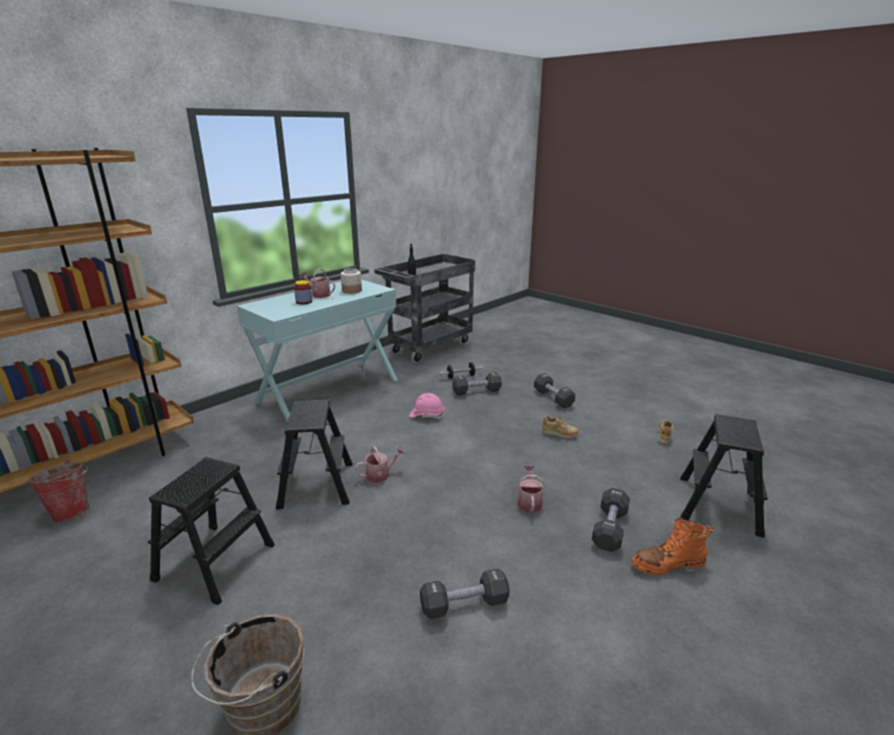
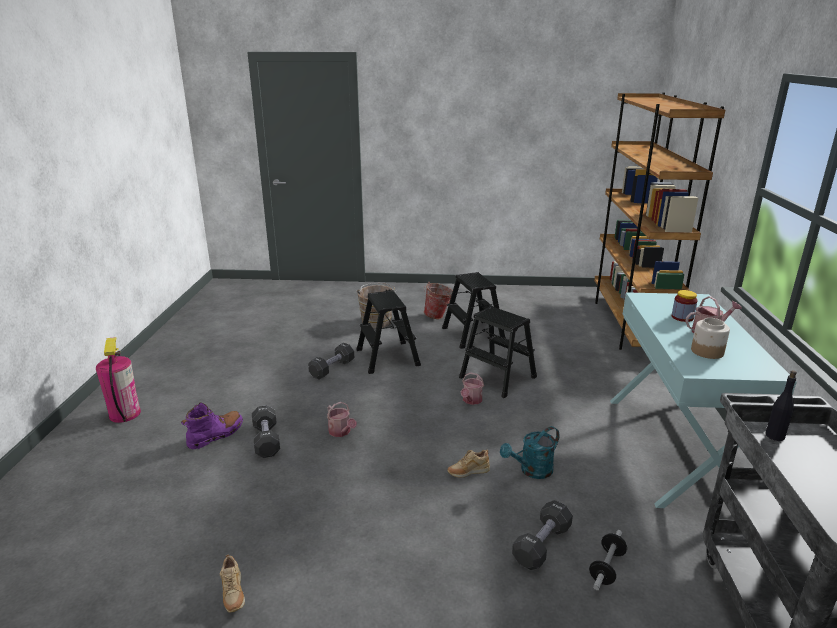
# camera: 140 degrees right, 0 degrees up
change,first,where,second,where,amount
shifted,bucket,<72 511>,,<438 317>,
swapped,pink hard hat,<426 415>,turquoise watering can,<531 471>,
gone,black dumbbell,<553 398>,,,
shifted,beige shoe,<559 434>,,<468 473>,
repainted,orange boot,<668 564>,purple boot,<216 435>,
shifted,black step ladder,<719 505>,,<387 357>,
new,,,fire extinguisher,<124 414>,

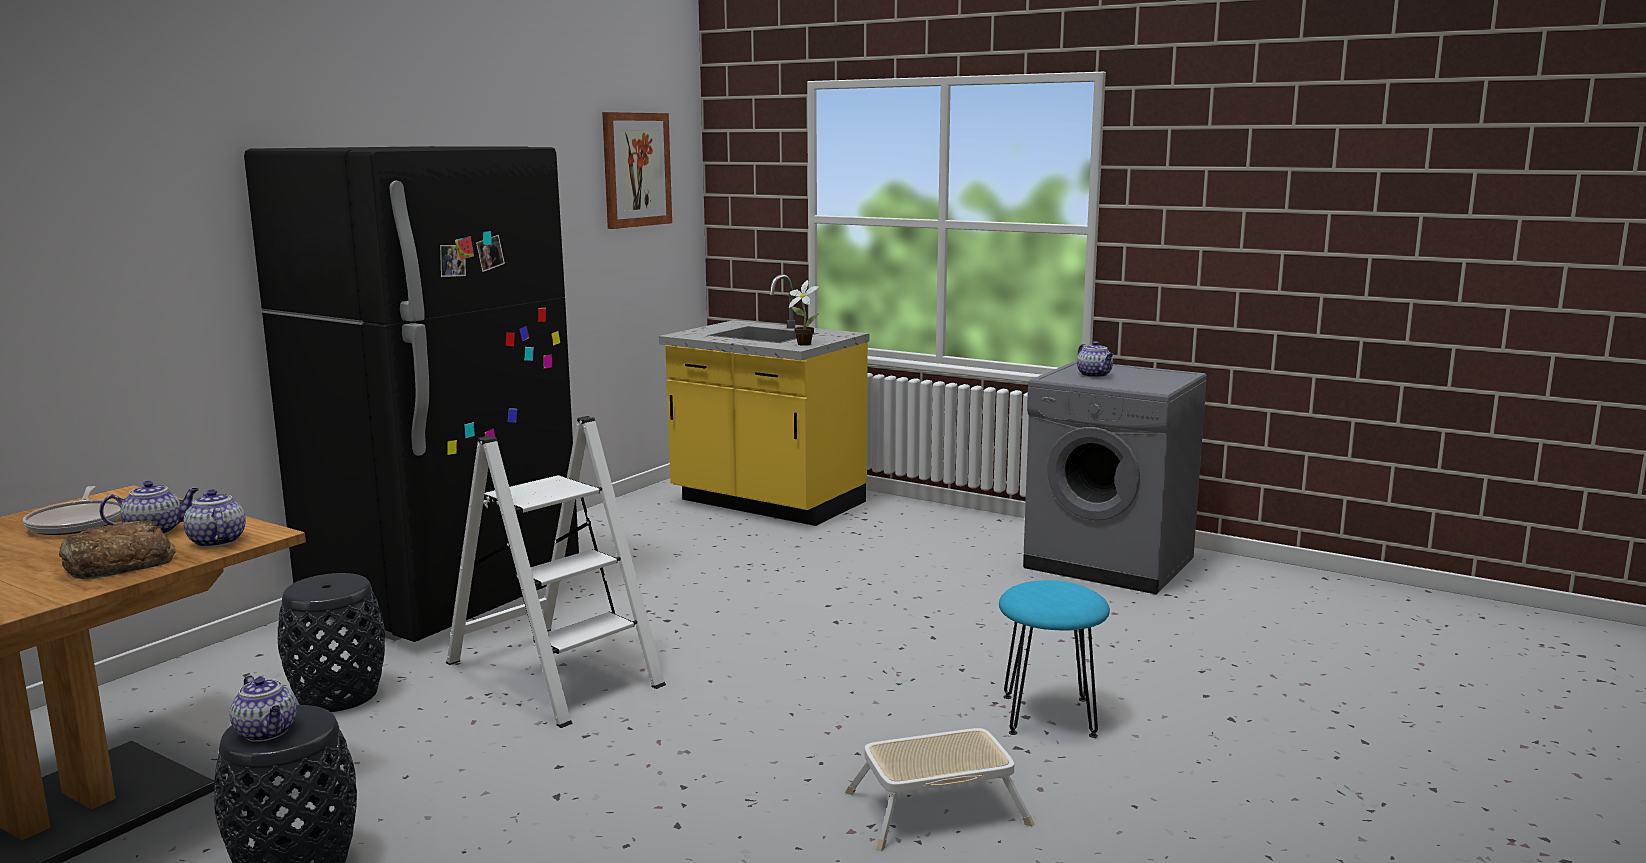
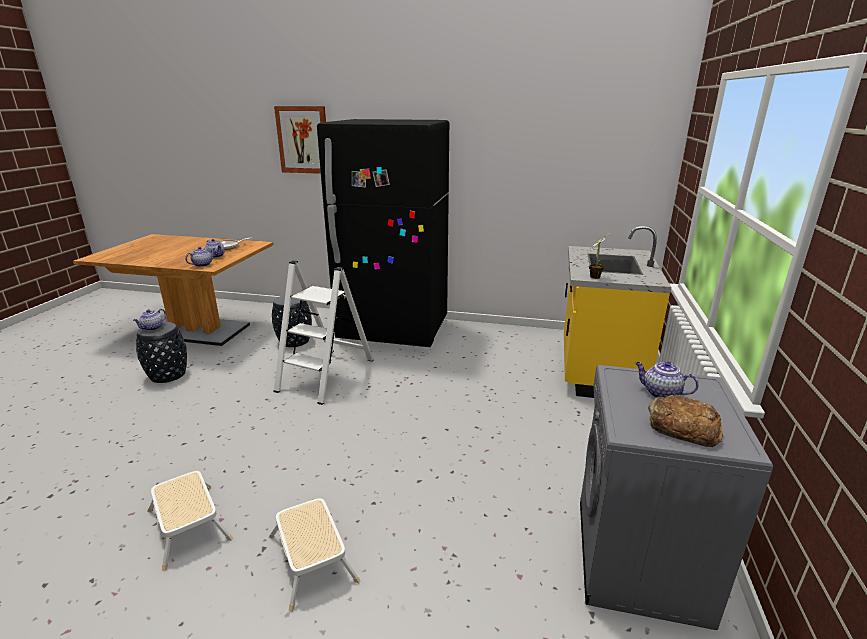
# camera: 70 degrees right, 10 degrees up
change,first,where,second,where,amount
shifted,bread,<117 563>,,<682 426>,
shifted,picture,<636 169>,,<303 140>,
swapped,turquoise stool,<1049 715>,beige step ladder,<311 558>,
rotated,teapot,<1095 375>,,<660 393>,75 degrees clockwise

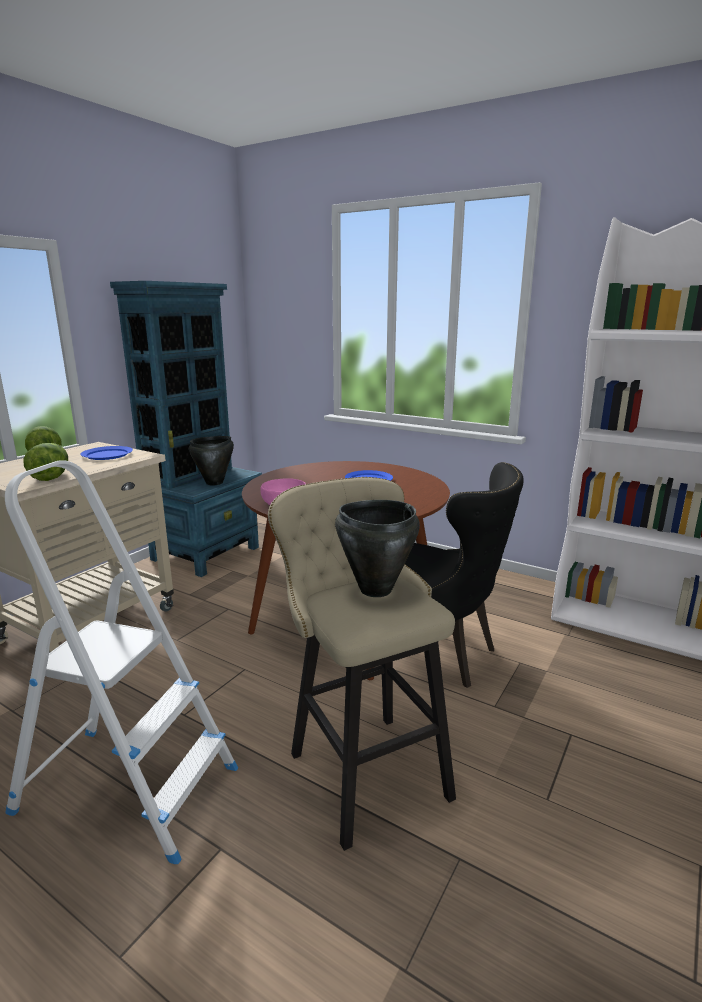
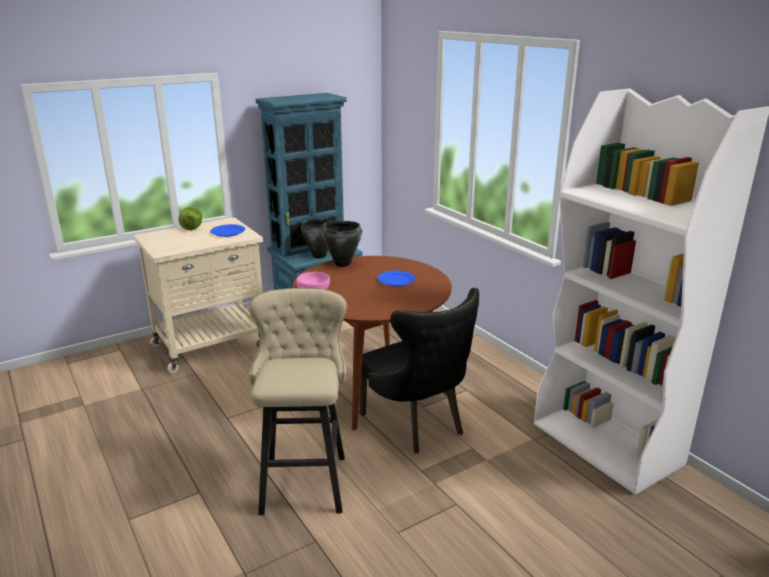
# camera: 25 degrees right, 5 degrees up
change,first,where,second,where,amount
gone,white step ladder,<129 790>,,,
gone,lettuce,<51 476>,,,
shifted,black cooking pot,<375 589>,,<342 264>,

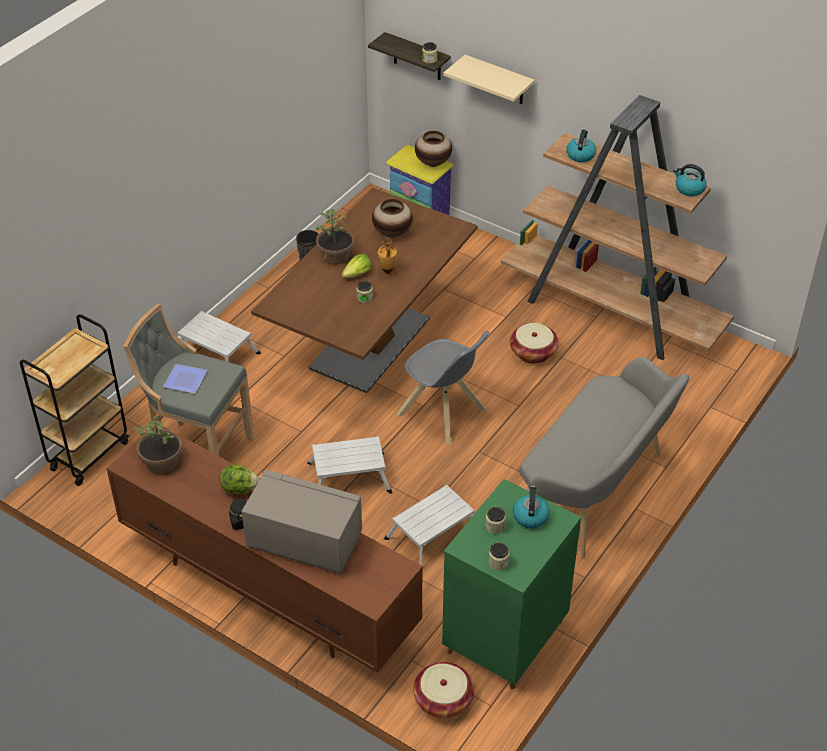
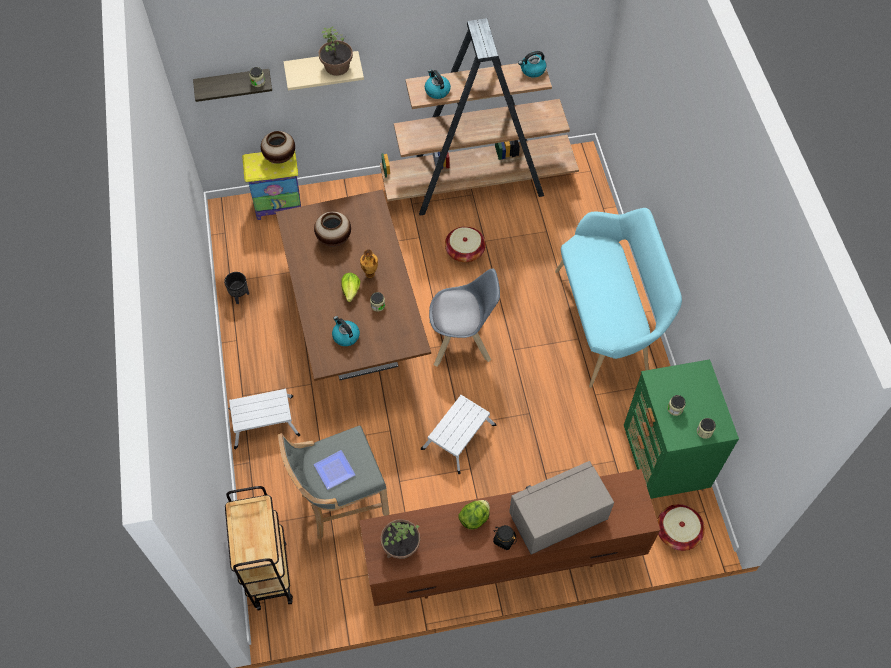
# camera: 45 degrees left, 15 degrees up
change,first,where,second,where,amount
shifted,potted plant,<336 256>,,<337 66>,
gone,white step ladder,<432 536>,,,
shifted,kettle,<530 516>,,<345 336>,
repainted,grey bench,<596 493>,turquoise bench,<607 321>,

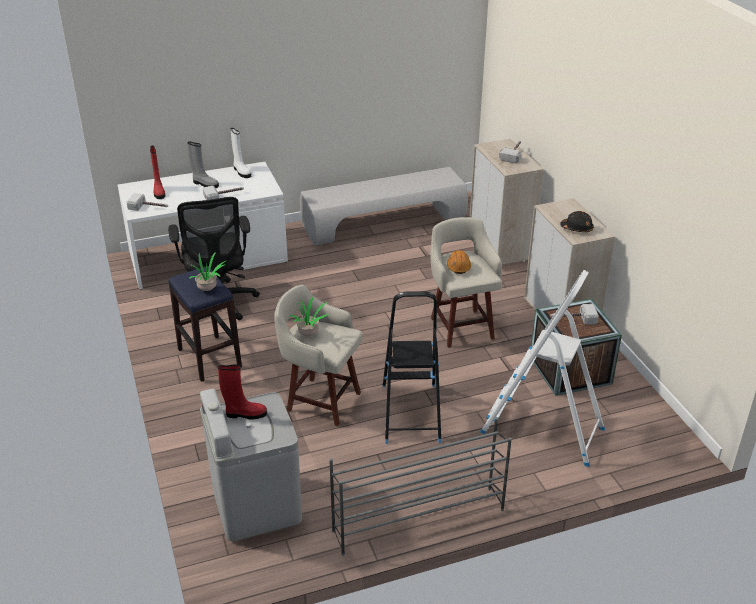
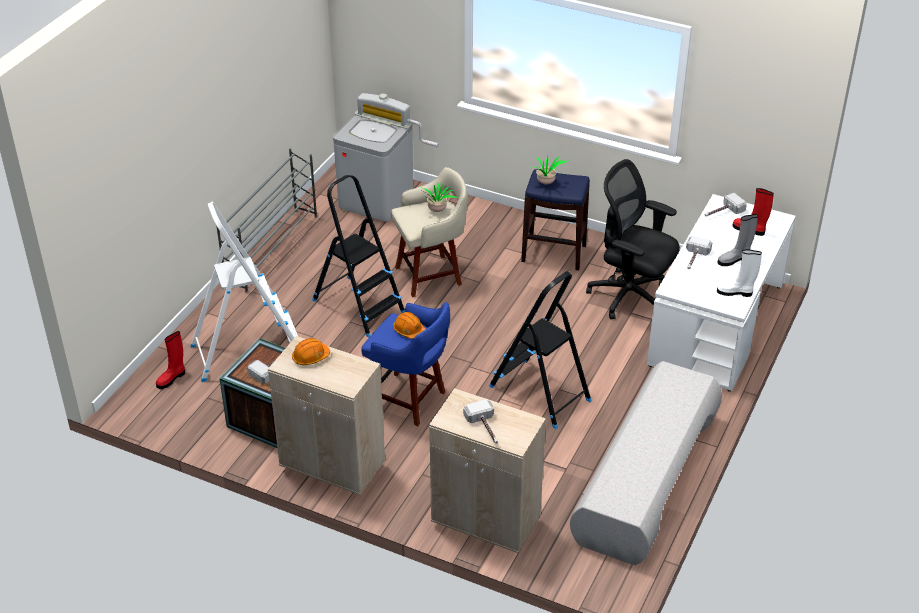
# camera: 135 degrees right, 5 degrees up
change,first,where,second,where,amount
shifted,red boot,<245 414>,,<172 378>,
repainted,beige stool,<461 326>,blue stool,<409 401>,
repainted,black hard hat,<577 228>,orange hard hat,<310 357>,
new,,,black step ladder,<539 392>,

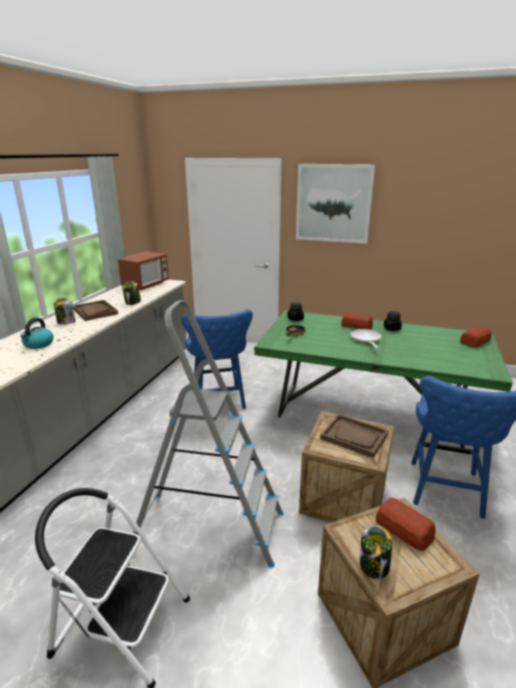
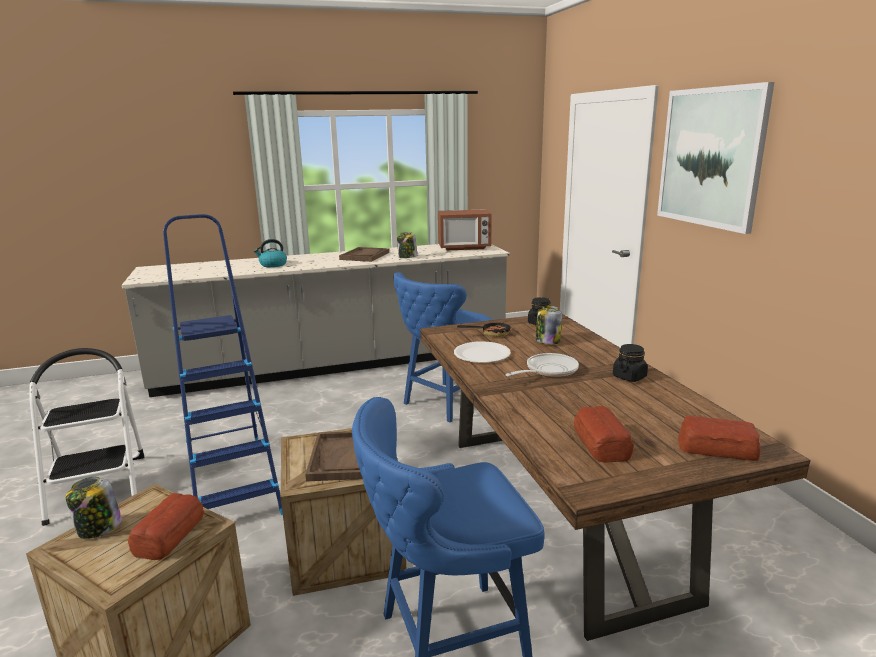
# camera: 55 degrees right, 5 degrees down
change,first,where,second,where,amount
shifted,jar,<66 322>,,<547 341>,
repainted,grey step ladder,<210 527>,blue step ladder,<232 481>,
repainted,green dining table,<367 416>,brown dining table,<556 510>,
shifted,bread,<356 325>,,<602 443>,
new,,,white plate,<482 354>,

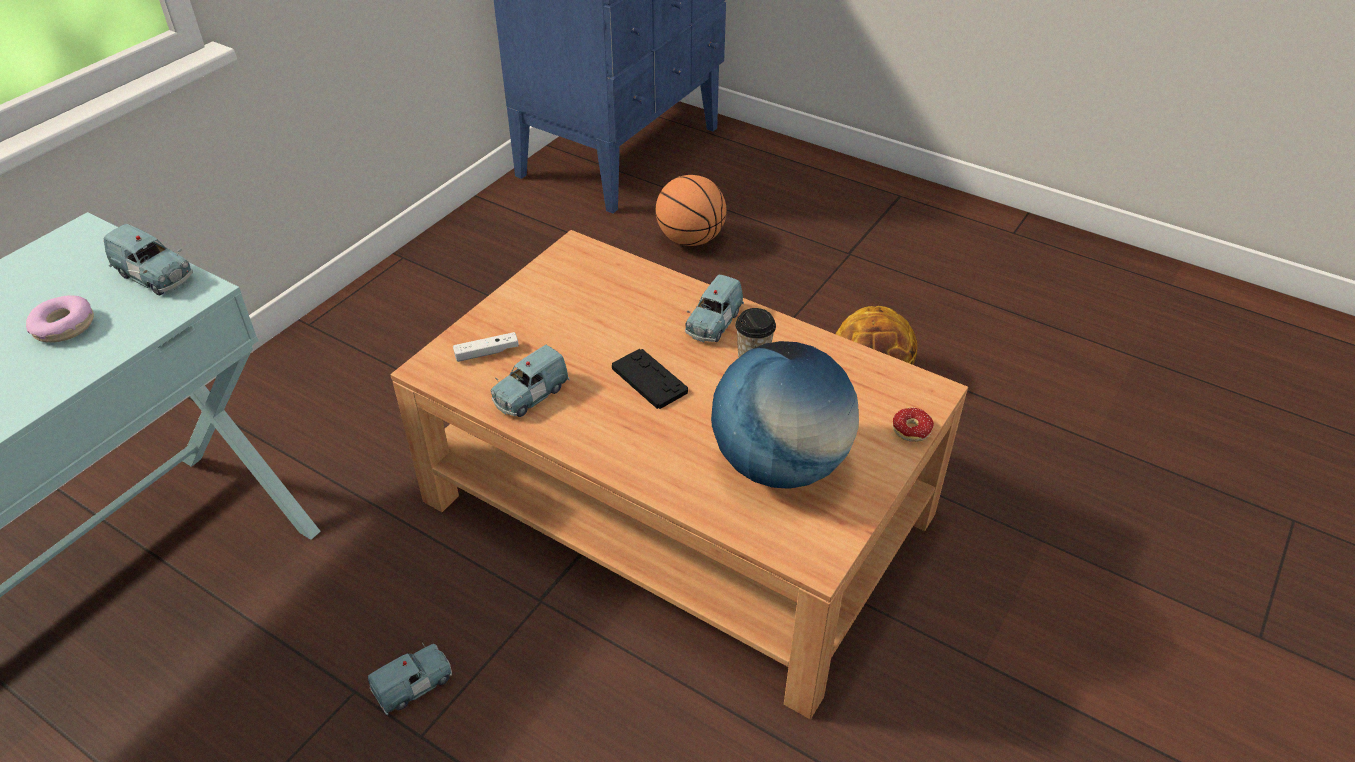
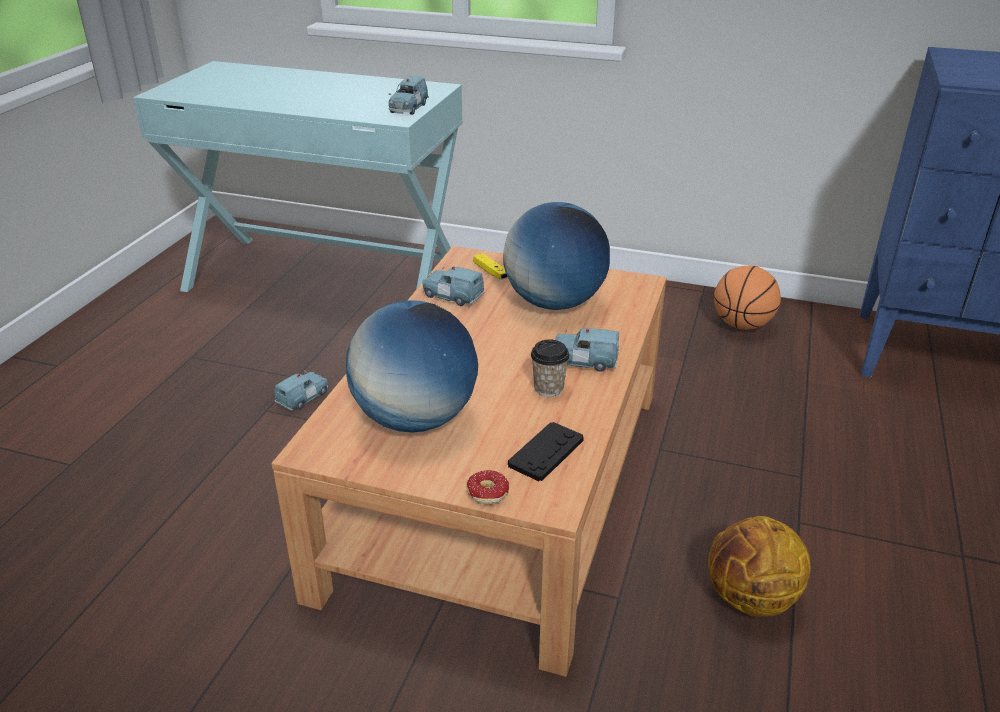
# camera: 75 degrees right, 10 degrees down
change,first,where,second,where,amount
gone,donut,<64 327>,,,
rotated,blue toy car,<414 685>,,<303 398>,90 degrees counterclockwise
repainted,white game controller,<487 352>,yellow game controller,<491 272>,
shifted,black game controller,<649 380>,,<546 452>,
shifted,basketball,<690 239>,,<742 325>,
new,,,globe,<554 302>,

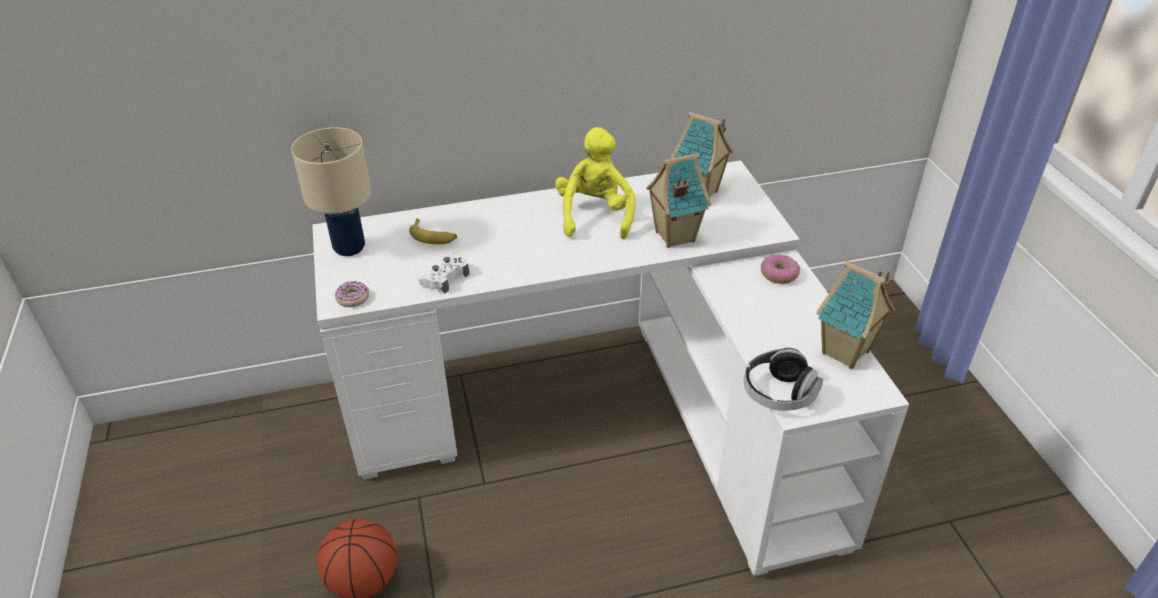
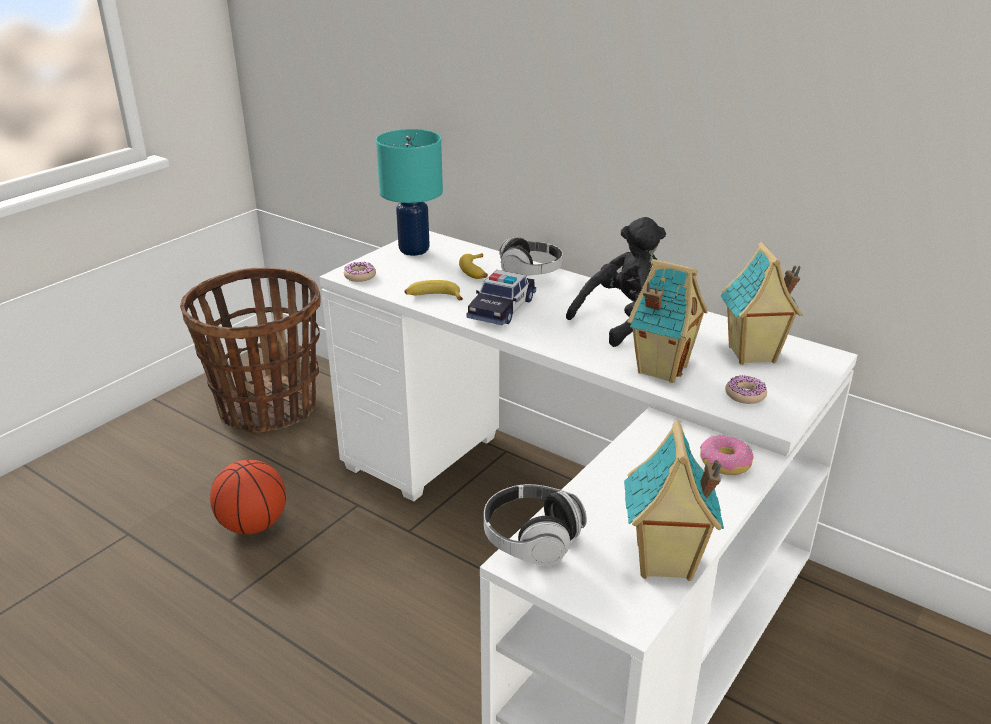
# camera: 50 degrees right, 10 degrees down
change,first,where,second,where,amount
repainted,beige table lamp,<347 248>,turquoise table lamp,<412 250>,
swapped,white game controller,<445 278>,banana,<433 297>,
repainted,yellow plush toy,<595 215>,black plush toy,<622 320>,
new,,,basket,<268 408>,
new,,,toy car,<502 308>,
new,,,headphones,<530 272>,
new,,,donut,<745 395>,

